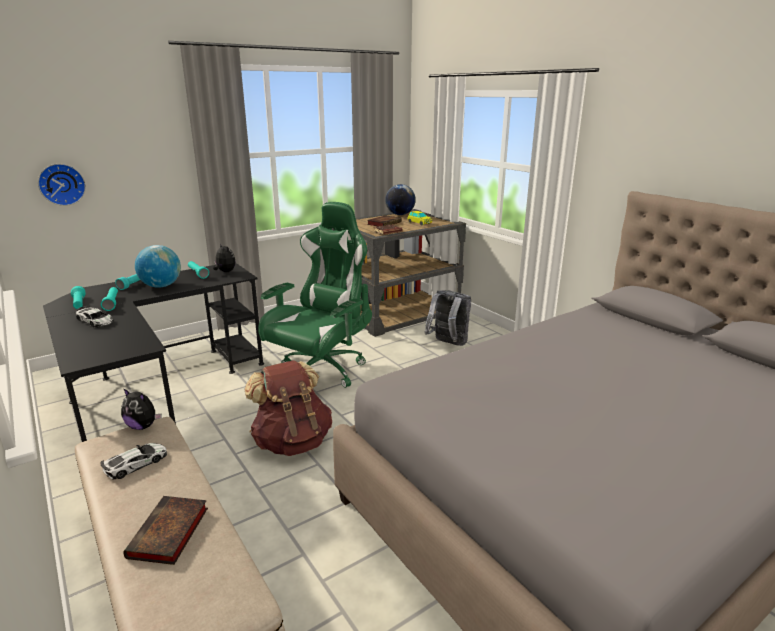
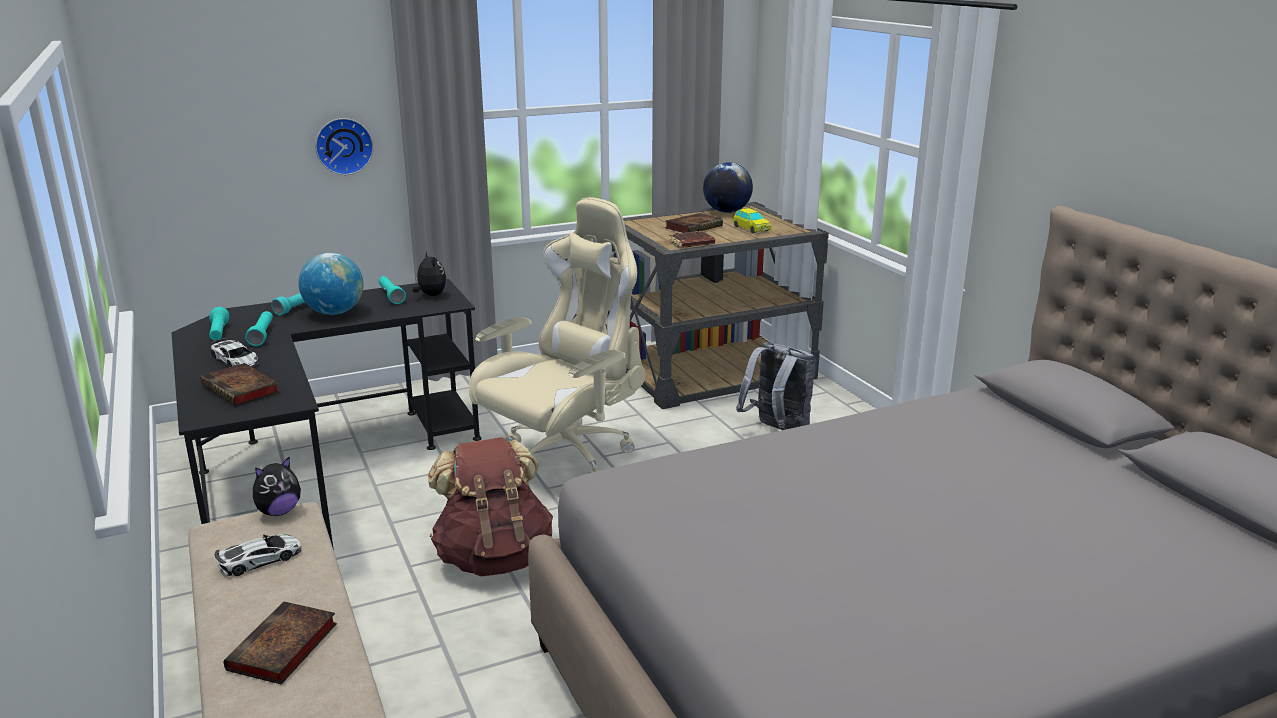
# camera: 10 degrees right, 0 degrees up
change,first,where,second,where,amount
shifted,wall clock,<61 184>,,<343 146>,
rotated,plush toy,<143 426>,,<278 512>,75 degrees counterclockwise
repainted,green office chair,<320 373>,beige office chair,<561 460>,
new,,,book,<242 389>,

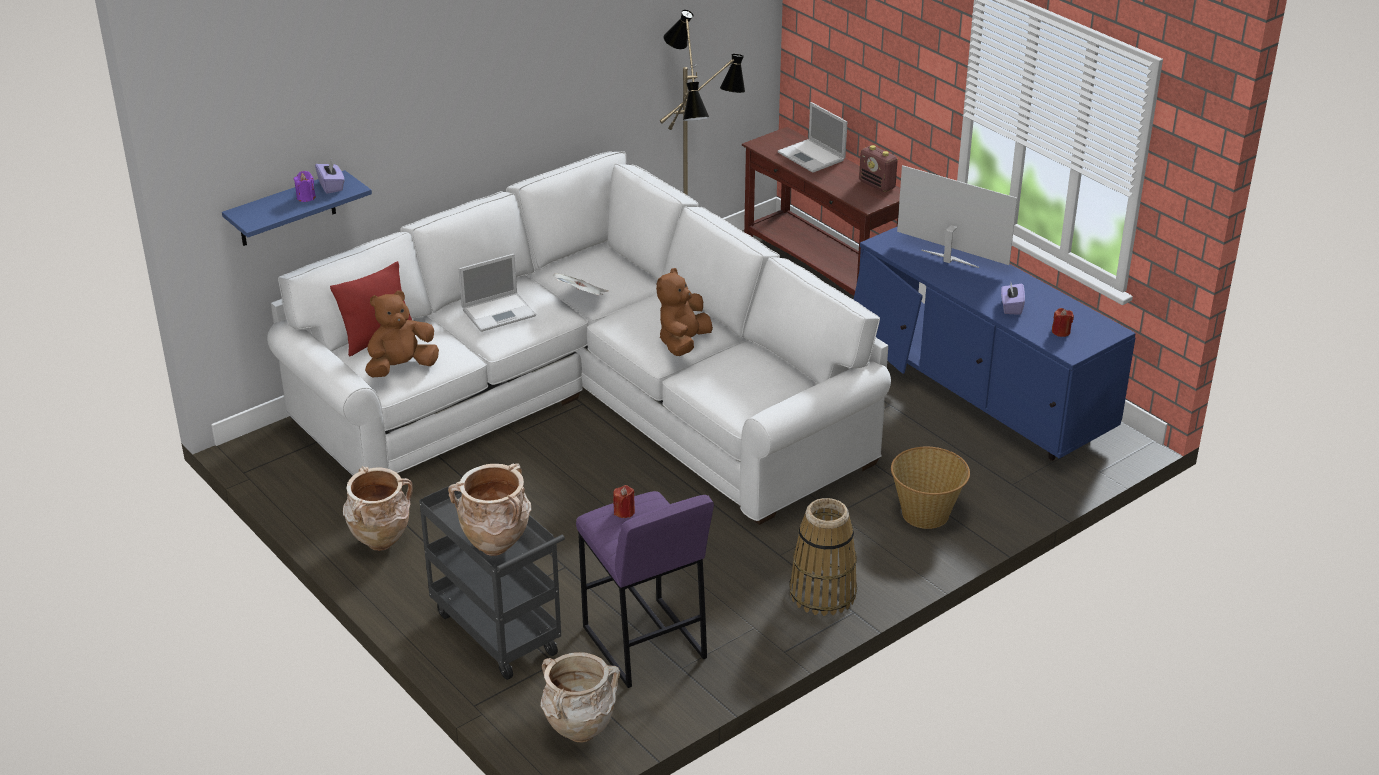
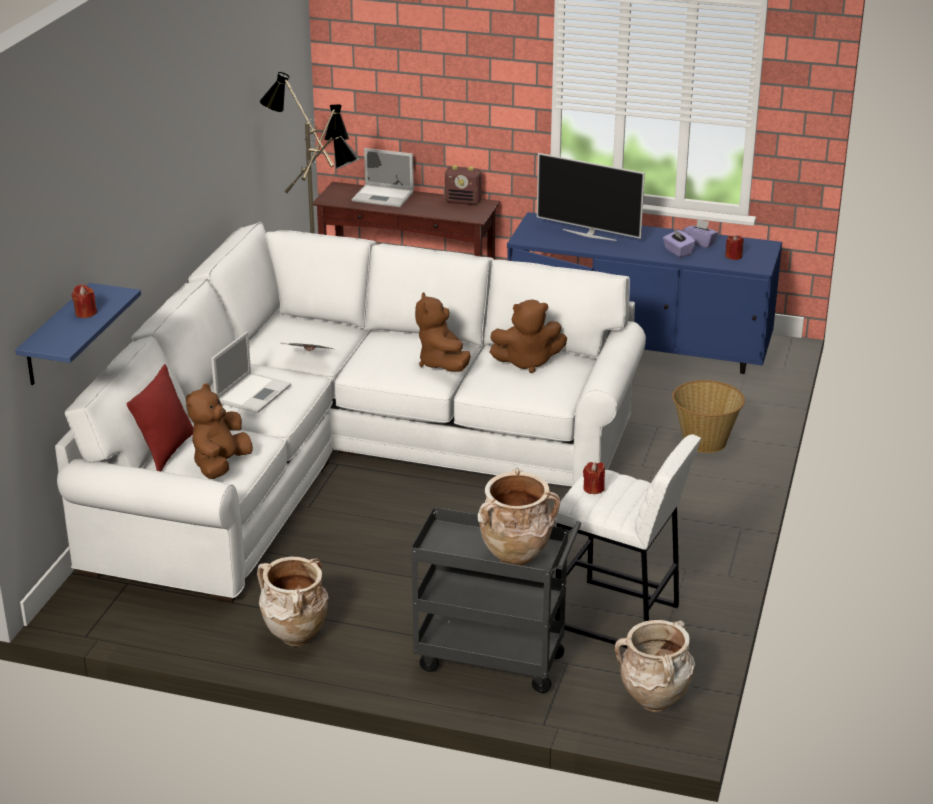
# camera: 35 degrees left, 5 degrees down
change,first,where,second,where,amount
repainted,purple candle,<306 197>,red candle,<85 313>,
shifted,purple tissue box,<331 186>,,<700 243>,
repainted,purple stool,<645 644>,white stool,<620 617>,
gone,basket,<822 593>,,,
rotated,television,<949 259>,,<589 234>,150 degrees counterclockwise
new,,,brown plush toy,<527 362>,

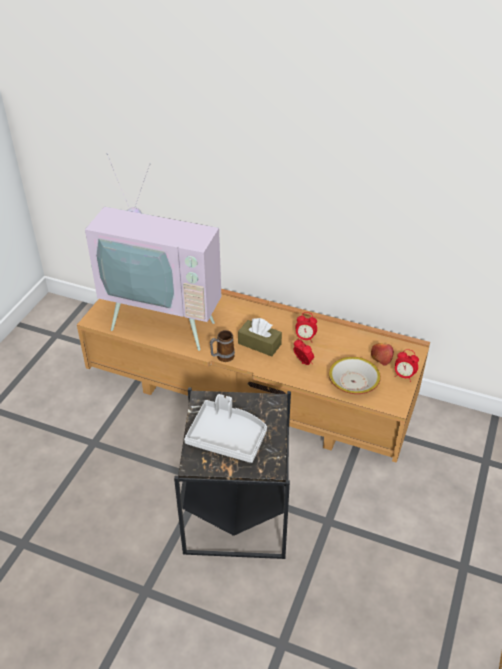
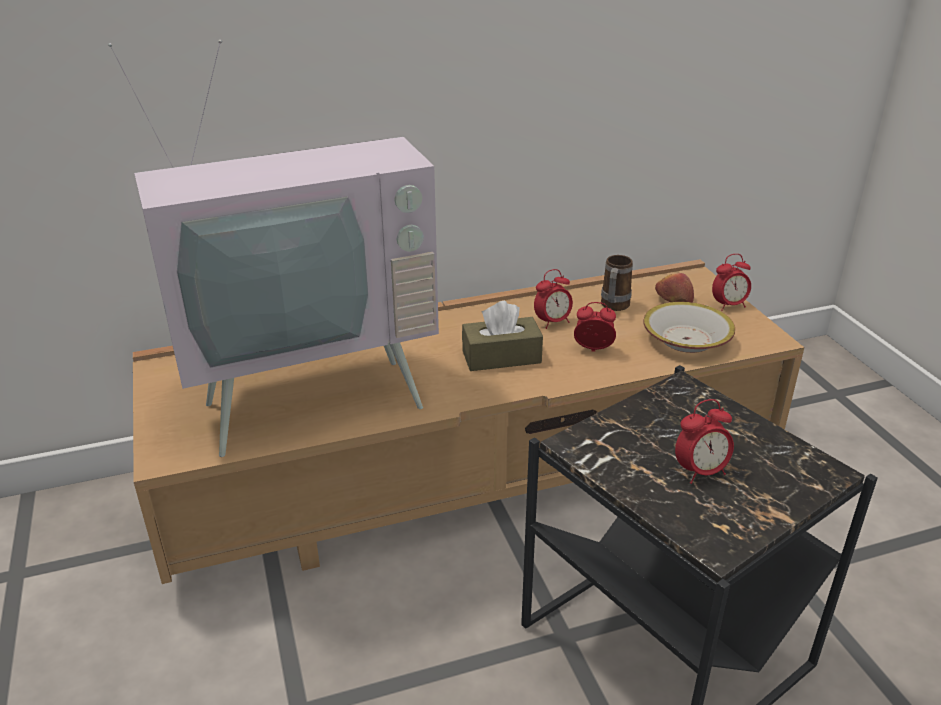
# camera: 40 degrees left, 10 degrees down
change,first,where,second,where,amount
swapped,grey tray,<227 437>,alarm clock,<700 472>,
shifted,mug,<222 357>,,<613 307>,

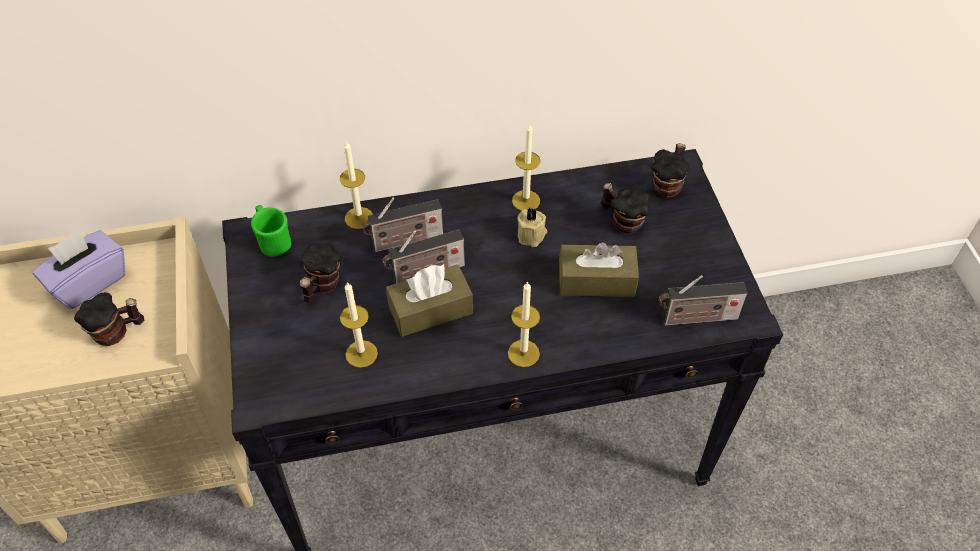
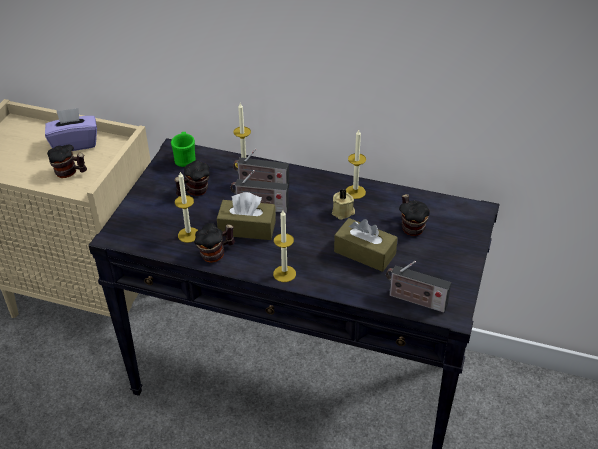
# camera: 30 degrees right, 10 degrees down
change,first,where,second,where,amount
shifted,mug,<668 184>,,<216 253>,

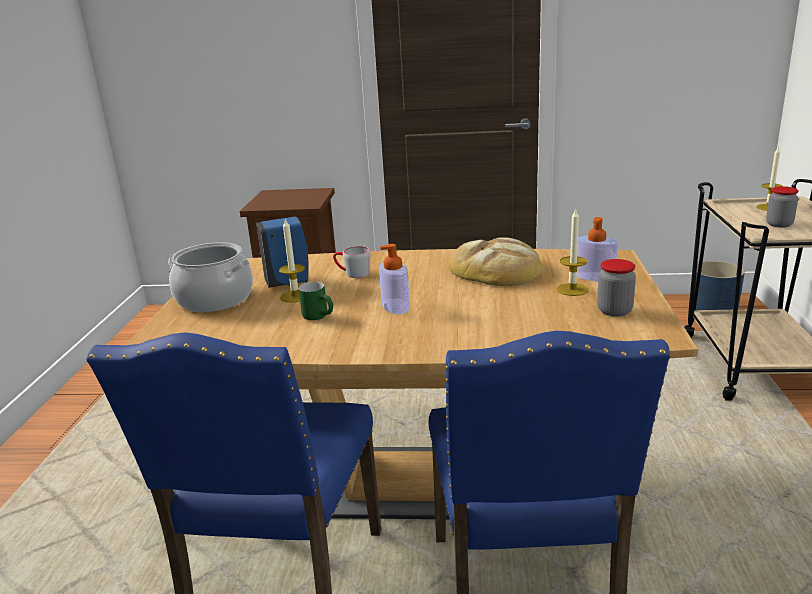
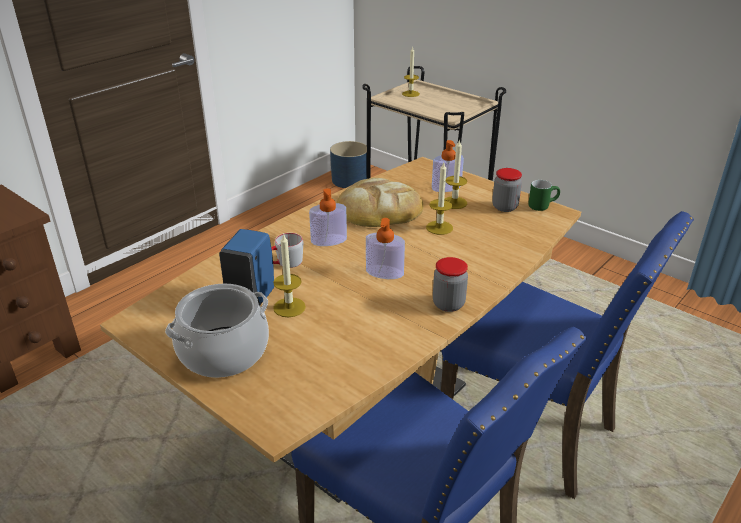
# camera: 55 degrees left, 10 degrees up
change,first,where,second,where,amount
shifted,green mug,<320 317>,,<542 205>,
shifted,jar,<779 224>,,<448 304>,
new,,,soap dispenser,<329 240>,
new,,,candle,<439 227>,

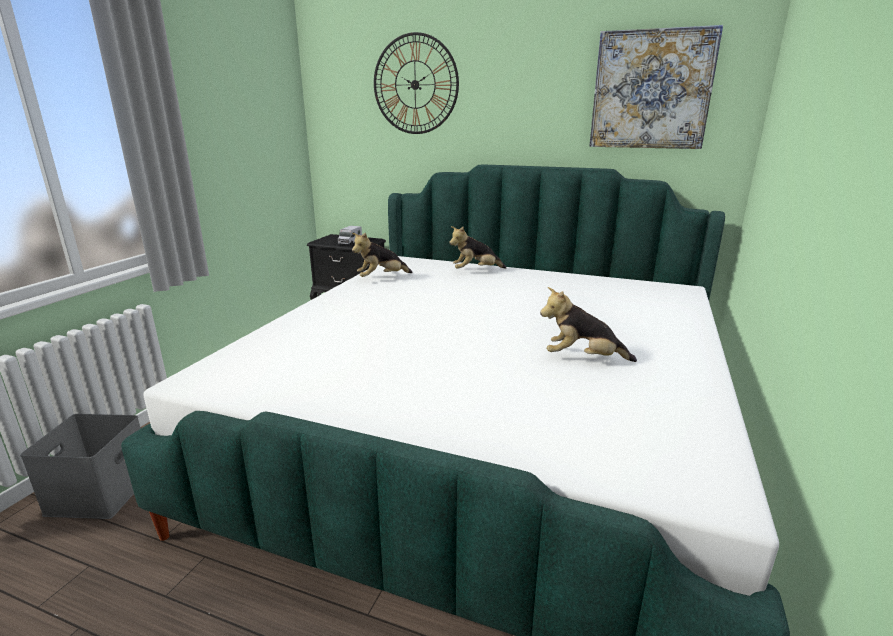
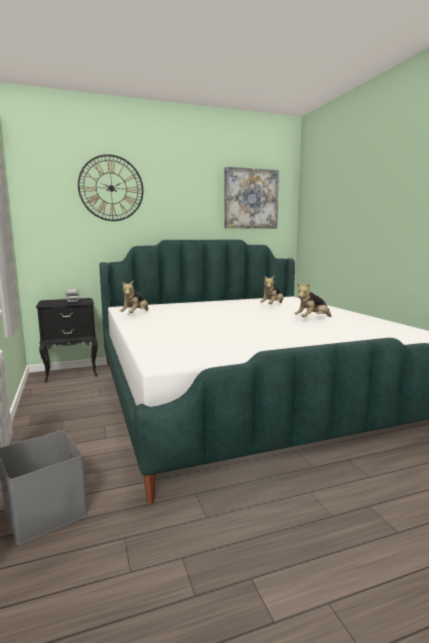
# camera: 40 degrees left, 10 degrees down
change,first,where,second,where,amount
shifted,plush toy,<475 271>,,<272 306>,

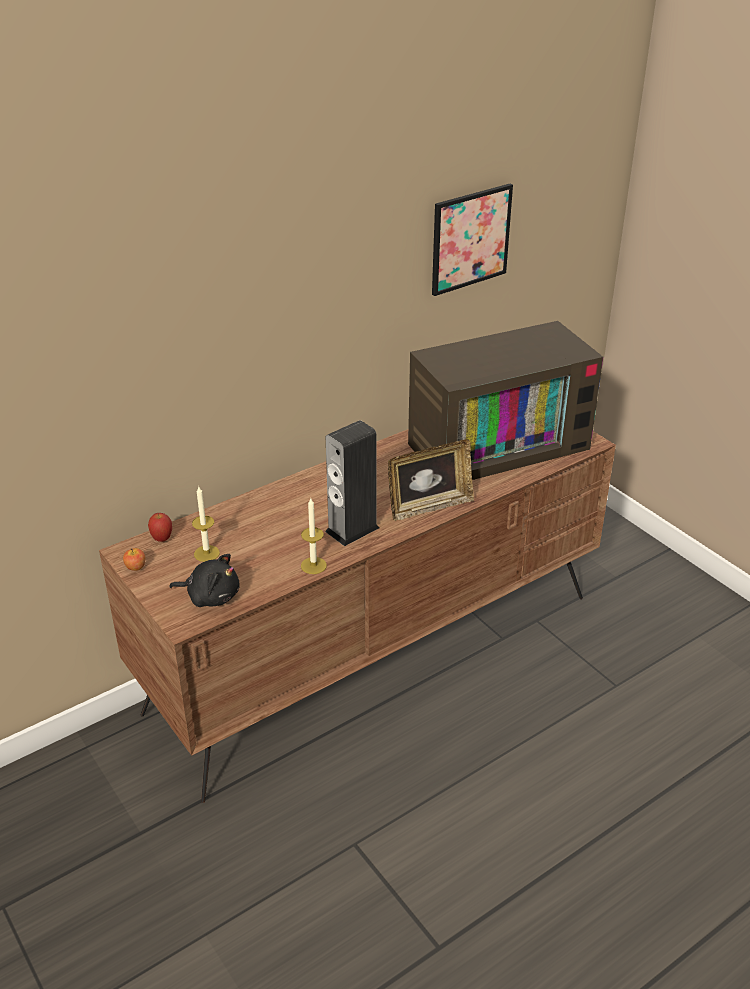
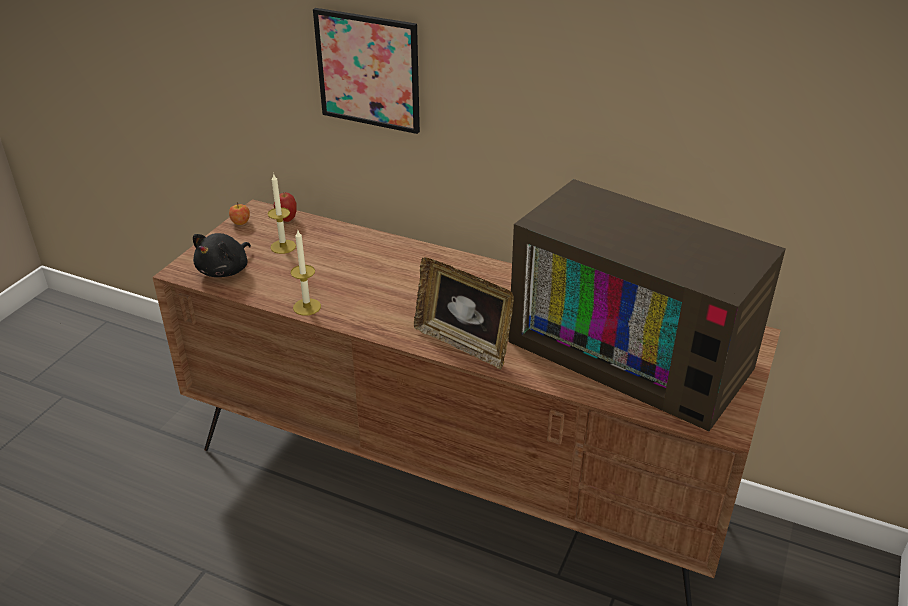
# camera: 60 degrees right, 0 degrees up
change,first,where,second,where,amount
rotated,black plush toy,<211 596>,,<225 270>,45 degrees clockwise
gone,speaker,<352 529>,,,
shifted,picture,<470 239>,,<368 70>,

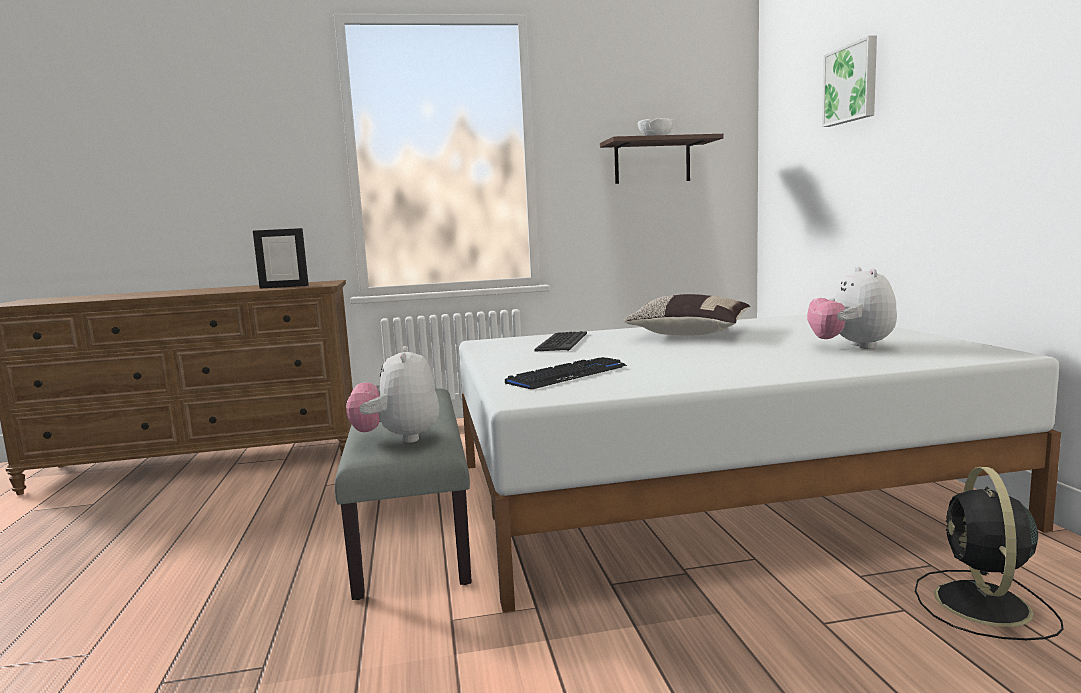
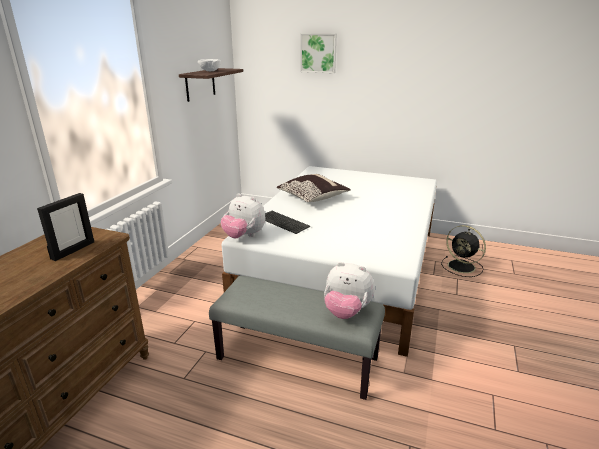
# camera: 60 degrees left, 15 degrees up
change,first,where,second,where,amount
gone,keyboard,<568 375>,,,
shifted,plush toy,<851 347>,,<244 236>,

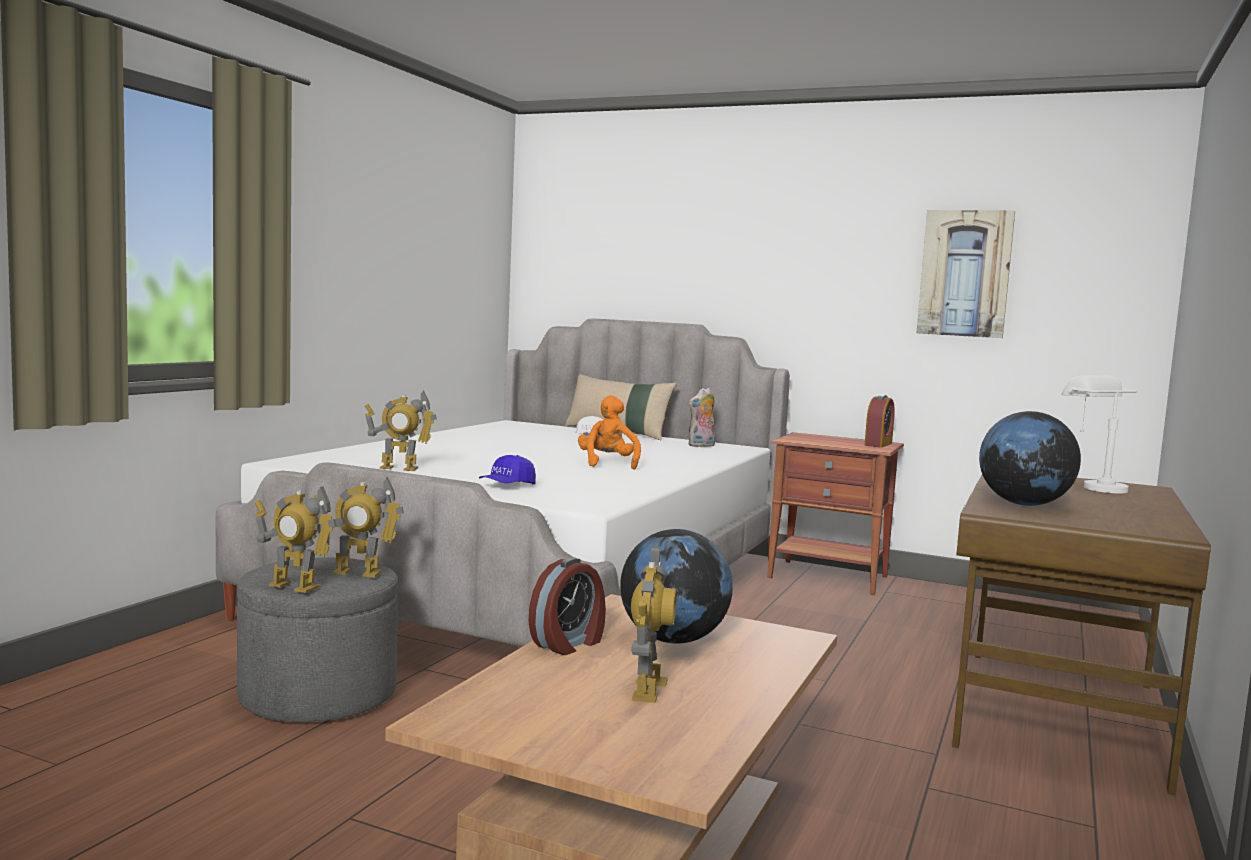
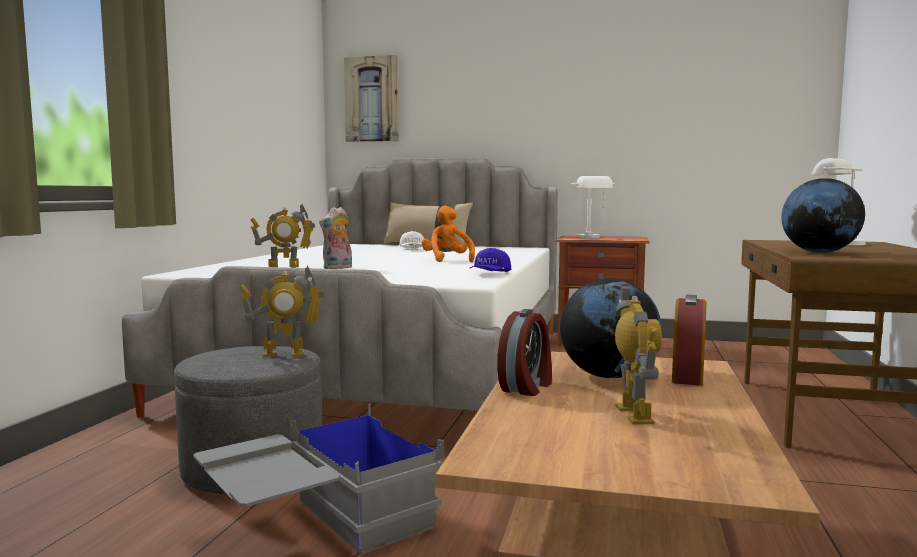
# camera: 10 degrees left, 0 degrees up
change,first,where,second,where,amount
gone,toy robot,<294 586>,,,
shifted,blue cap,<507 486>,,<490 274>,
shifted,plush toy,<701 446>,,<338 268>,
shifted,alarm clock,<878 444>,,<687 375>,
shifted,picture,<965 273>,,<372 99>,
new,,,grey storage box,<319 530>,
new,,,white table lamp,<591 238>,

